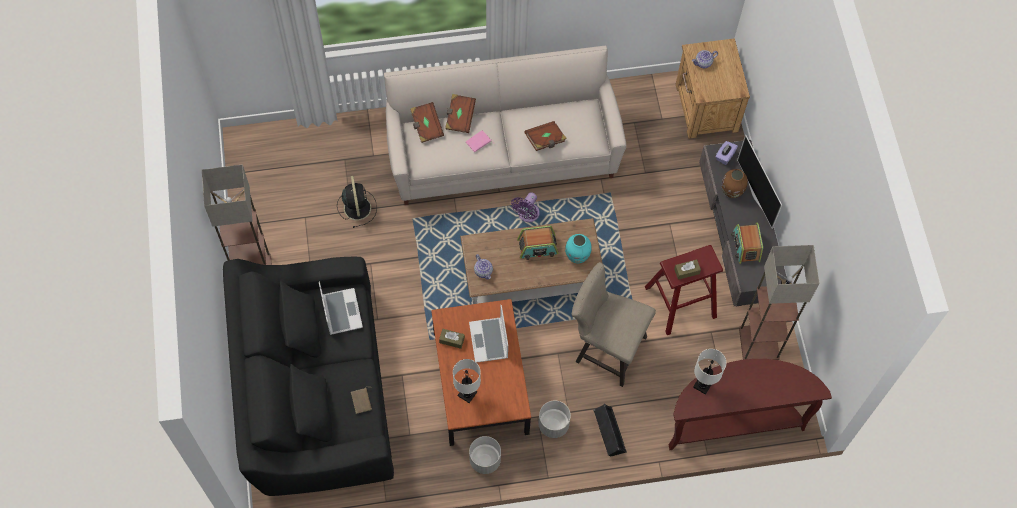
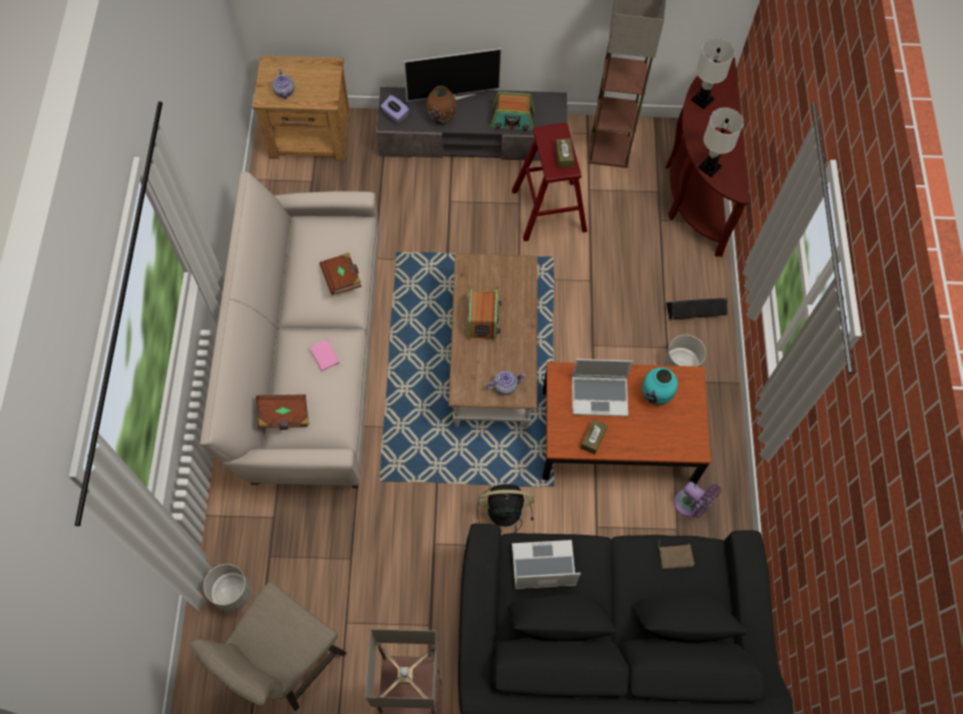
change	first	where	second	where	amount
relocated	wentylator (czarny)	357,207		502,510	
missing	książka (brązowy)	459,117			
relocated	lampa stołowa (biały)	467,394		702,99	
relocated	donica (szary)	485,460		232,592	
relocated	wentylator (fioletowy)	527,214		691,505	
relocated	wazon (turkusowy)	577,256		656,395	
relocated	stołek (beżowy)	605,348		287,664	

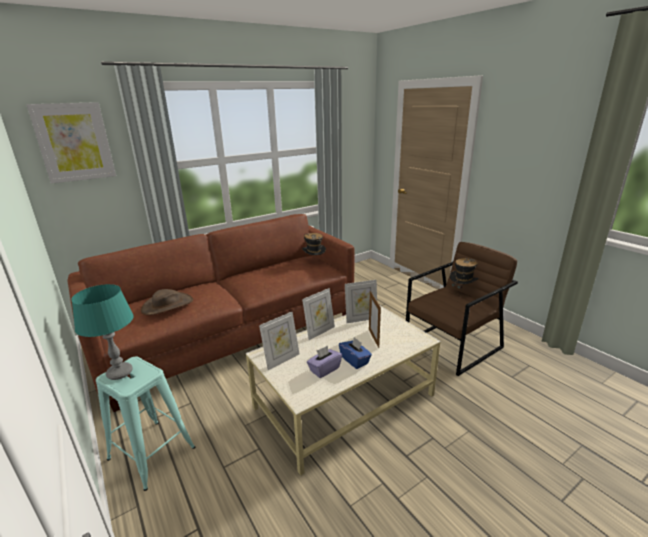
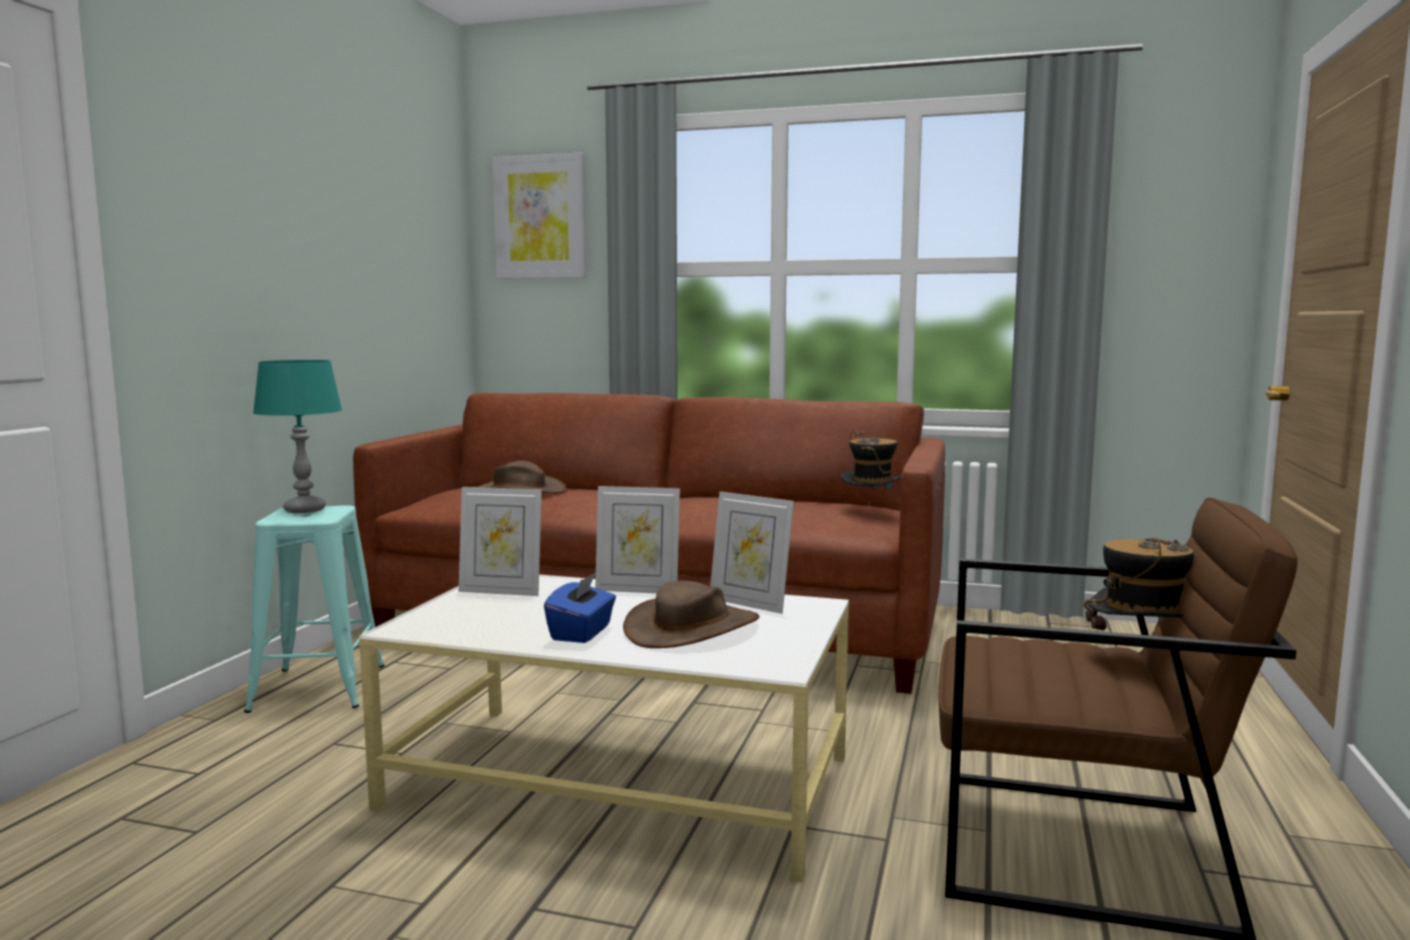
change	first	where	second	where	amount
missing	pudełko chusteczek (fioletowy)	324,369			
exchanged	ramka na zdjęcie	373,338	kapelusz (brązowy)	692,628	

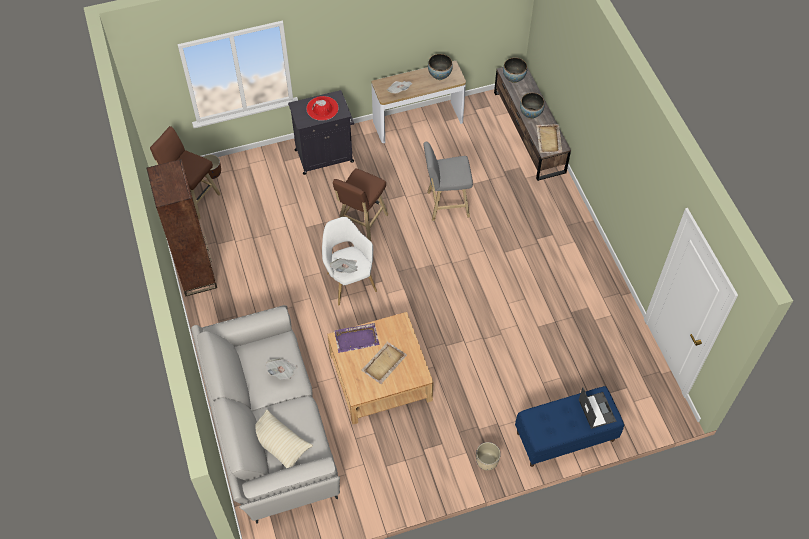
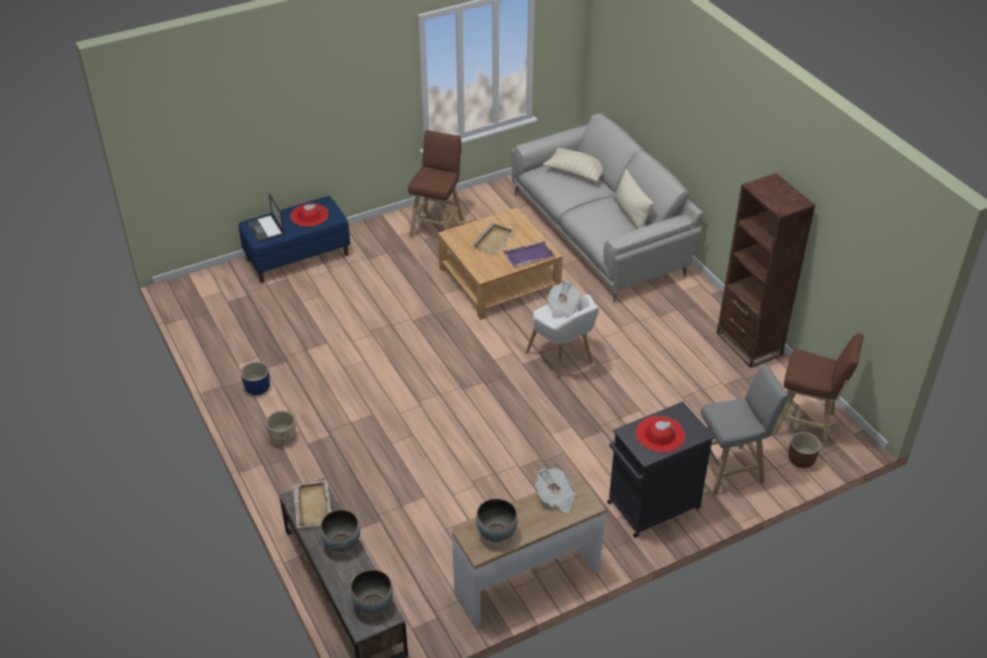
change	first	where	second	where	amount
missing	gazeta	282,372			
relocated	stołek (brązowy)	361,223		437,226	
relocated	stołek (szary)	445,204		731,470	
relocated	donica (beżowy)	486,461		283,438	
appeared			donica (niebieski)	257,388	
appeared			kapelusz (czerwony)	309,215	
appeared			poduszka (beżowy)	630,214	

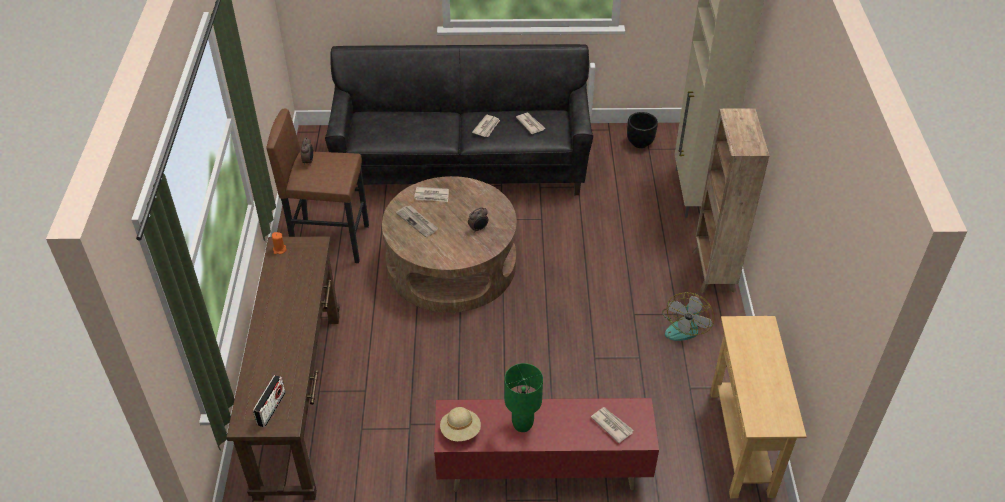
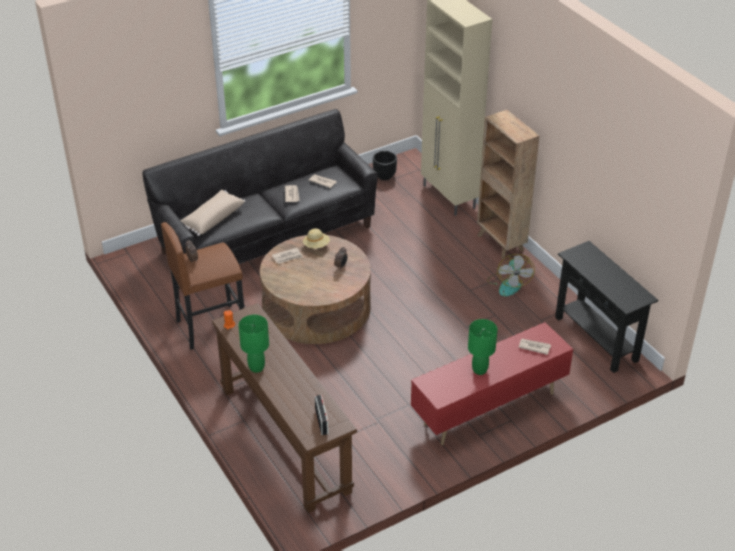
change	first	where	second	where	amount
missing	gazeta	417,222			
relocated	kapelusz (beżowy)	460,431		316,245	
colour	stolik konsolowy (beżowy)	741,442	stolik konsolowy (czarny)	596,339	
appeared			poduszka (beżowy)	212,219	
appeared			lampa stołowa (zielony)	256,367	

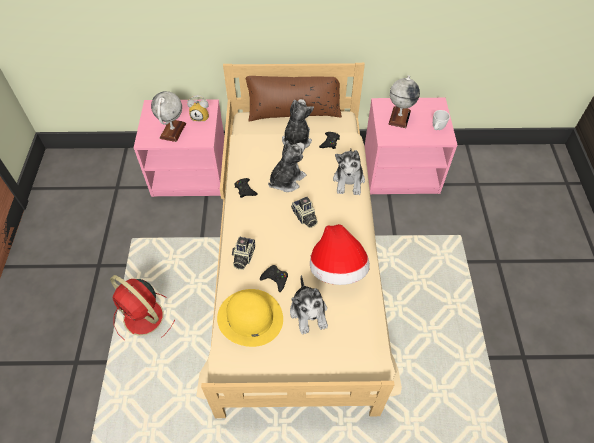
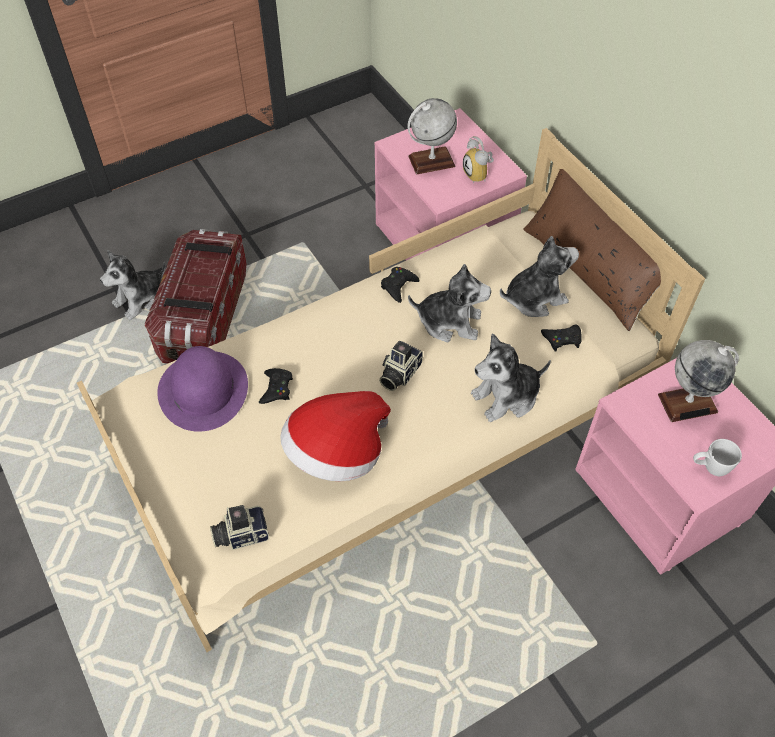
change	first	where	second	where	amount
exchanged	wentylator (czerwony)	145,318	pojemnik do przechowywania	204,317	
colour	kapelusz (żółty)	249,318	kapelusz (fioletowy)	203,389	
relocated	aparat fotograficzny	243,257		241,534	
relocated	pluszak	309,312		141,299	

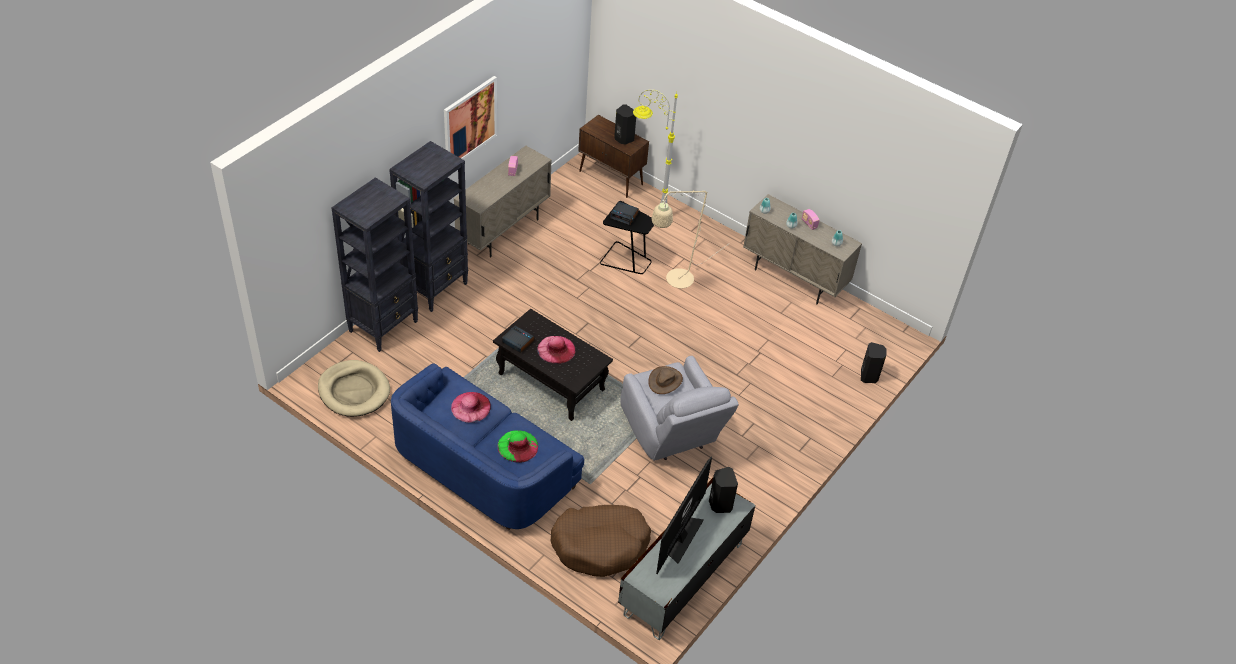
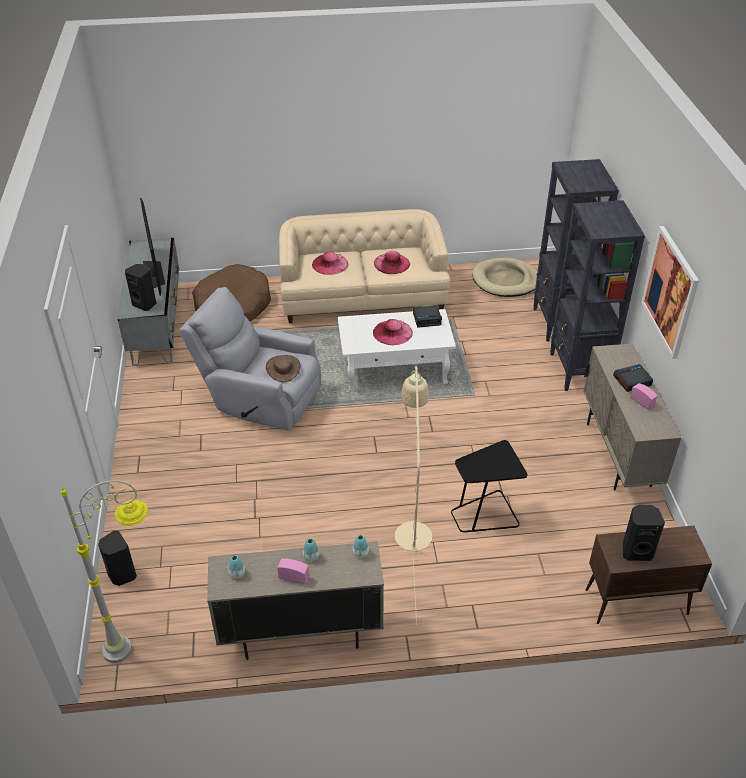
change	first	where	second	where	amount
colour	kanapa (niebieski)	483,467	kanapa (beżowy)	362,296	
colour	ława (czarny)	550,381	ława (biały)	395,370	
colour	kapelusz (zielony)	518,446	kapelusz (różowy)	330,264	
relocated	budzik	624,215		631,381	
relocated	lampa stojąca (szary)	647,213		142,642	

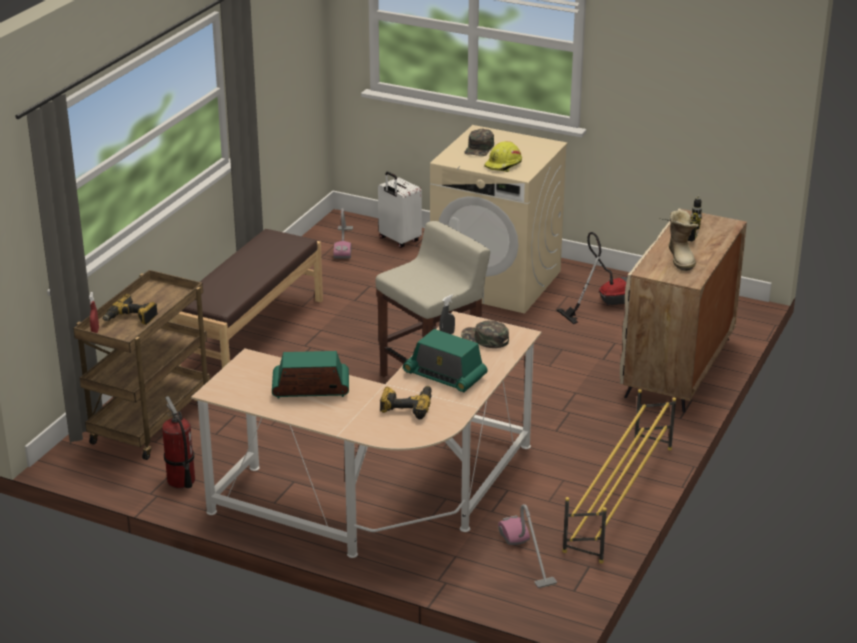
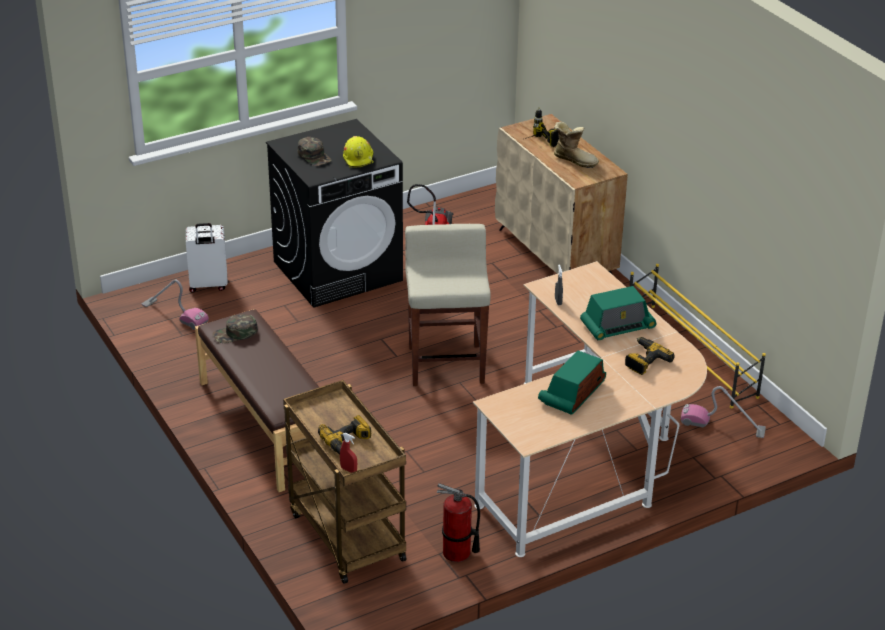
change	first	where	second	where	amount
colour	pralka (beżowy)	497,281	pralka (czarny)	338,271	
relocated	czapka z daszkiem (zielony)	484,339		235,334	

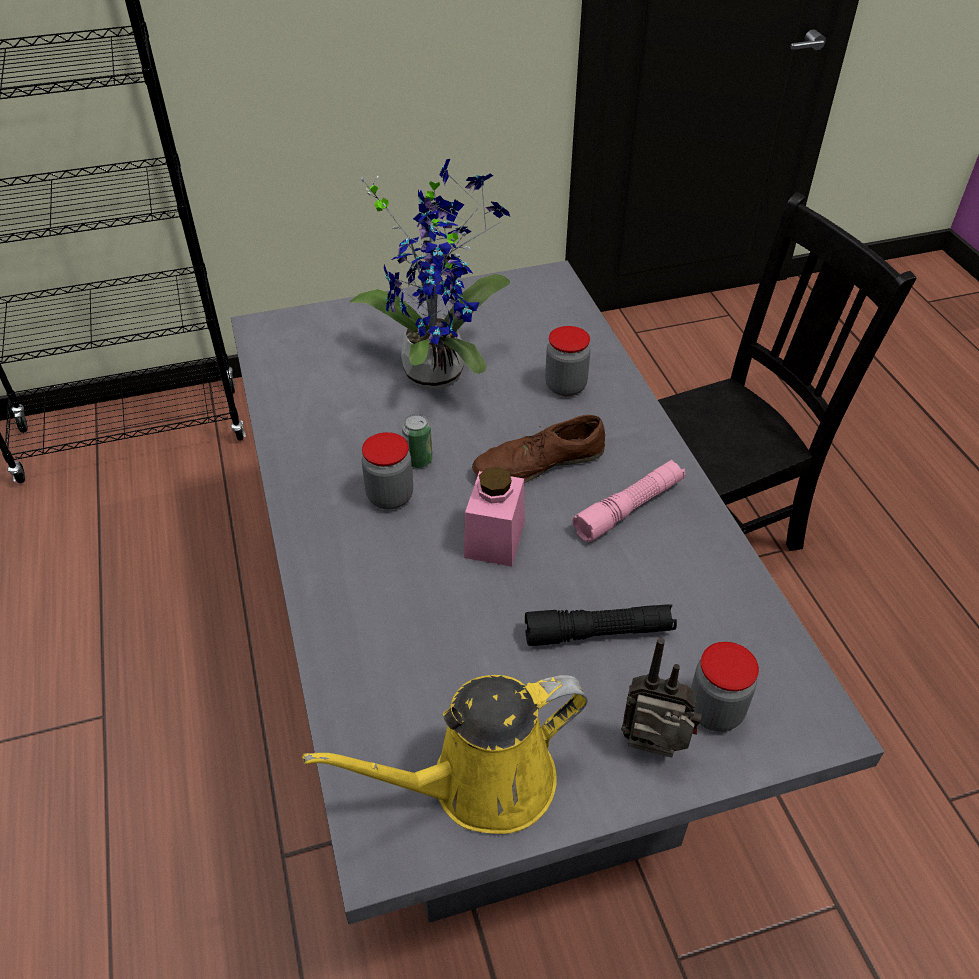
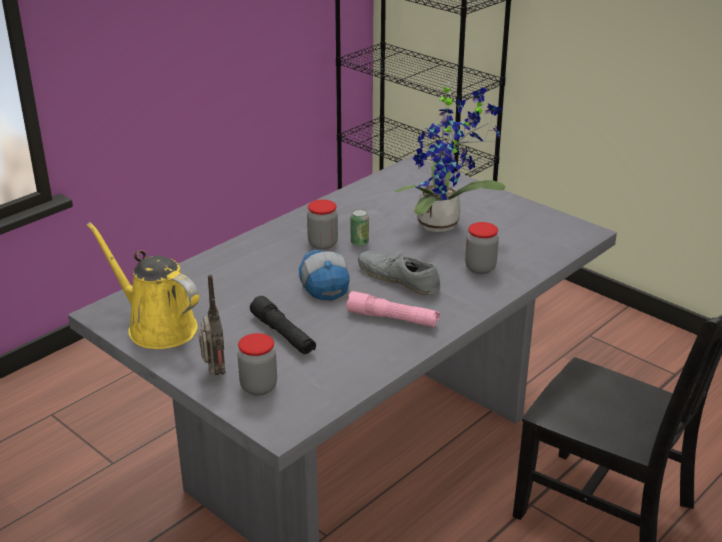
change	first	where	second	where	amount
exchanged	słoik (różowy)	494,539	czapka z daszkiem	322,283	
colour	but (brązowy)	538,463	but (szary)	398,278	

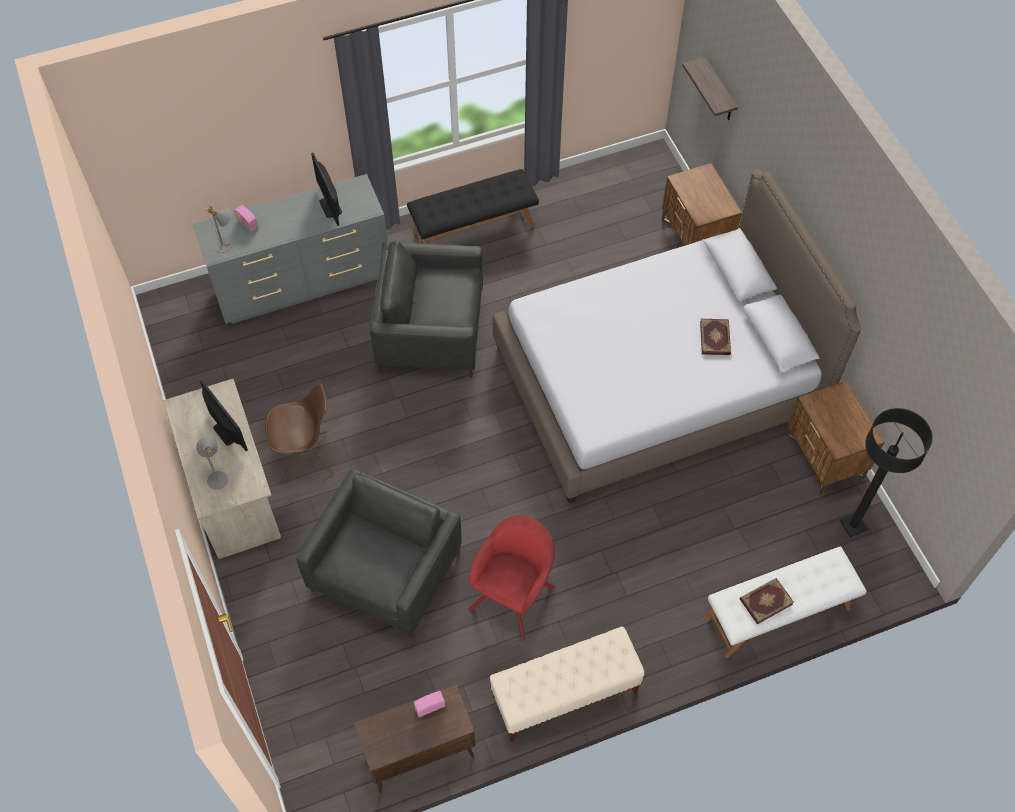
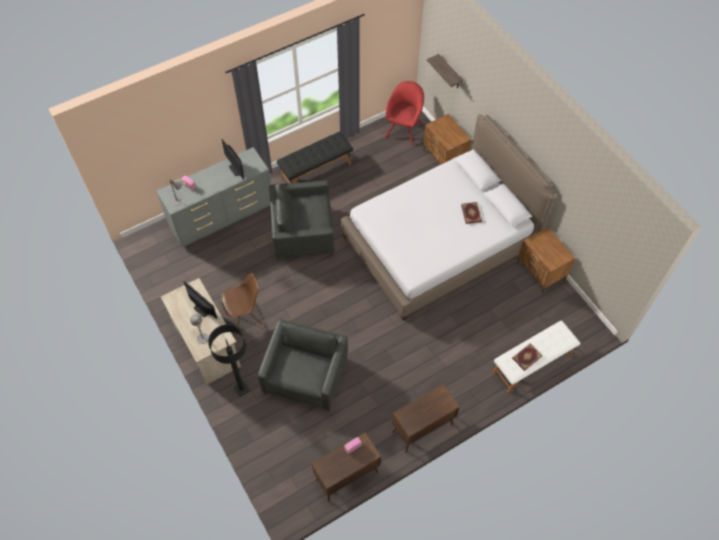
change	first	where	second	where	amount
relocated	fotel (czerwony)	514,594		404,129	
exchanged	ławka (beżowy)	564,694	szafka (brązowy)	422,429	
relocated	lampa stojąca (czarny)	853,525		241,389	

